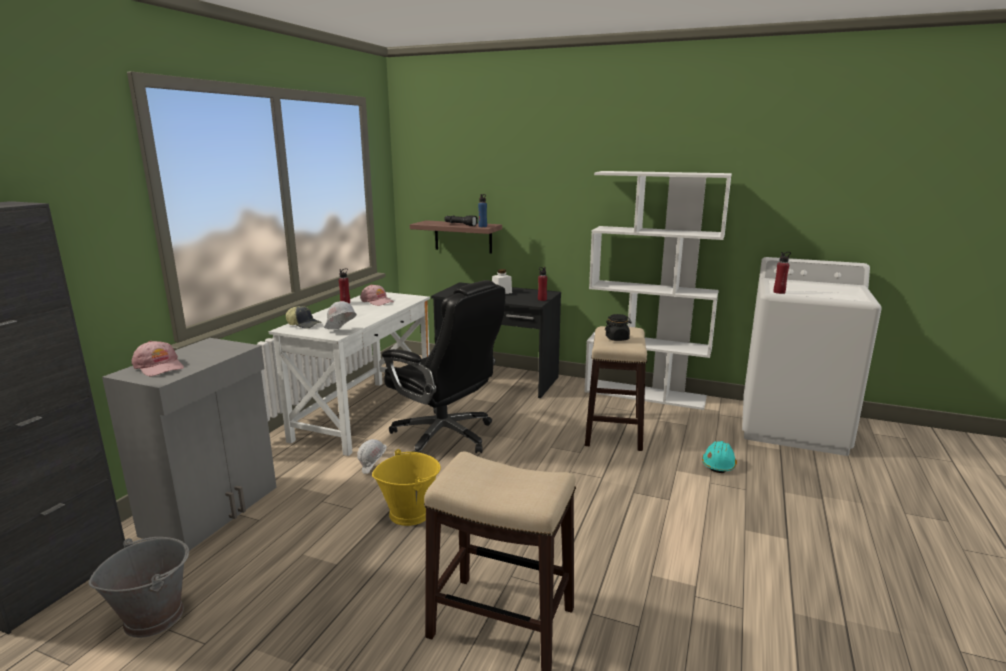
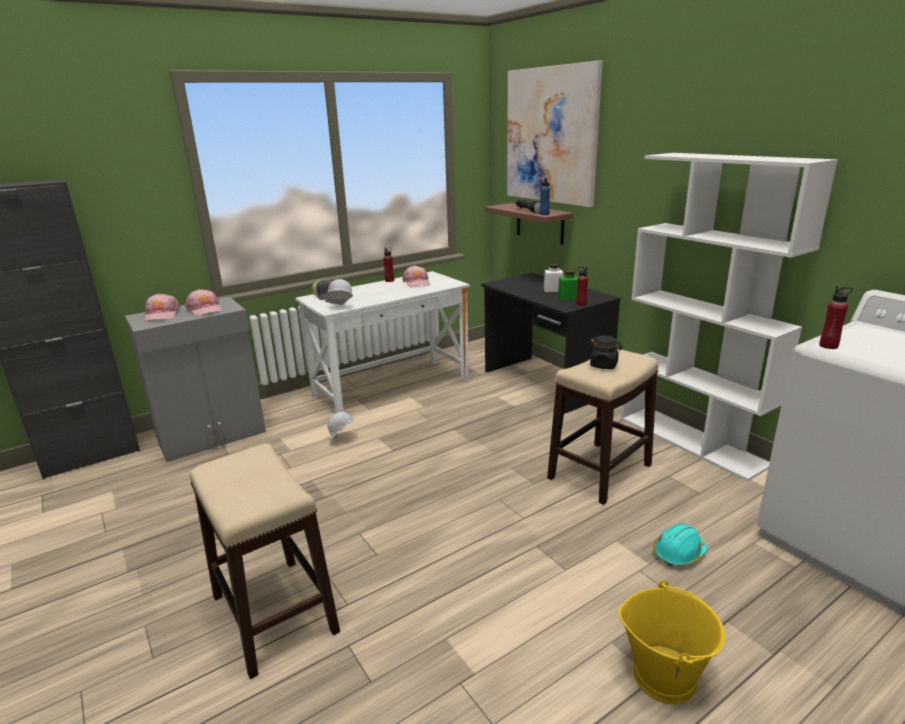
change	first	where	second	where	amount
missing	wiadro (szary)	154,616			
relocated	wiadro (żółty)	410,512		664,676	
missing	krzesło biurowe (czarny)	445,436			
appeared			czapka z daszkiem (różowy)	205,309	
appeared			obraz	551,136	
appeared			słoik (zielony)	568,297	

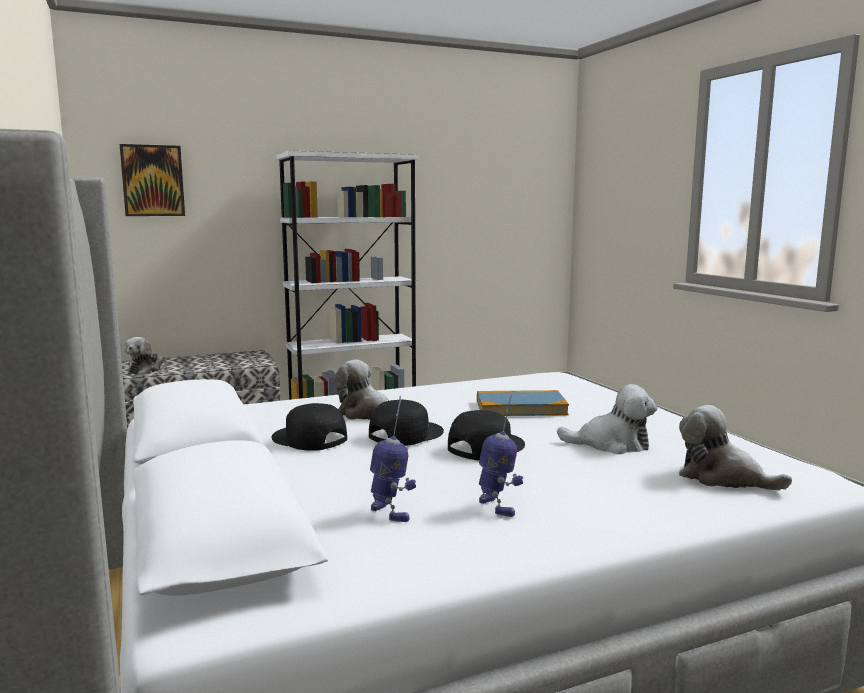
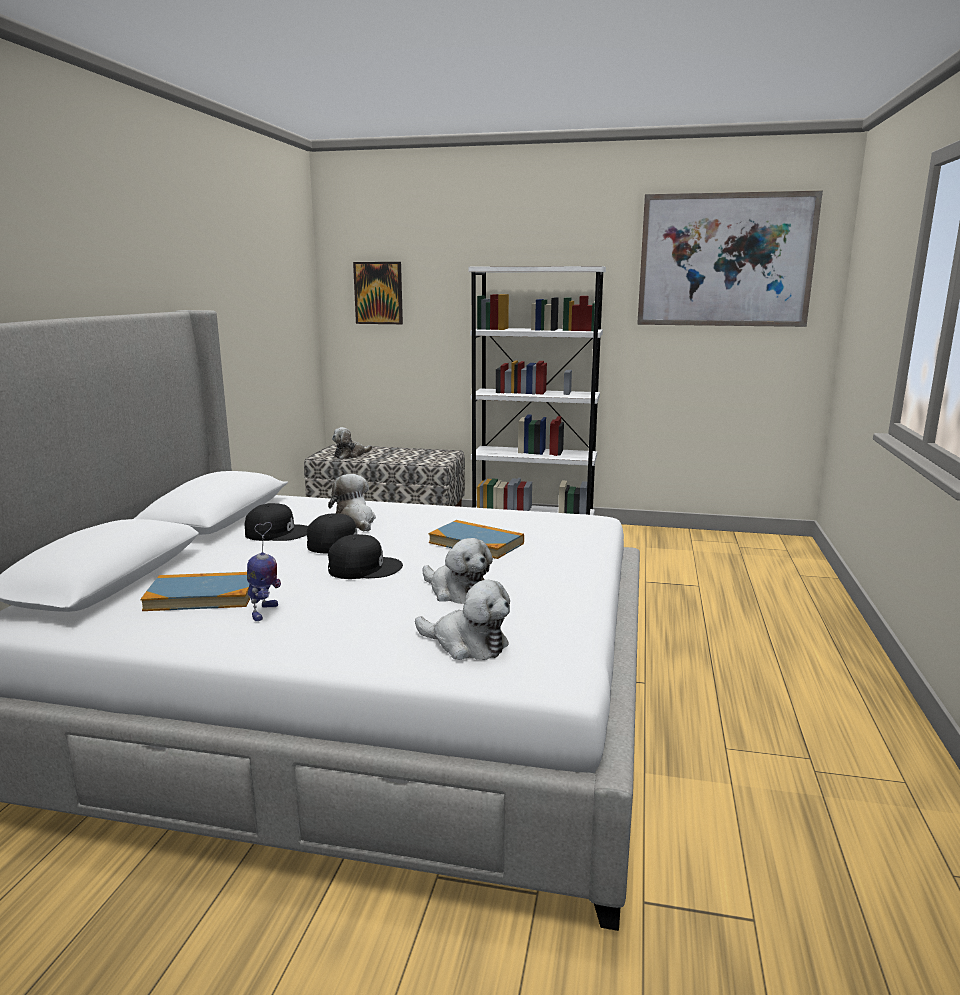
change	first	where	second	where	amount
spun	czapka z daszkiem (czarny)	308,439		277,532	105 degrees clockwise
exchanged	robot zabawkowy	390,513	książka	202,596	
spun	pluszak	722,478		467,644	135 degrees clockwise
appeared			obraz	725,260	

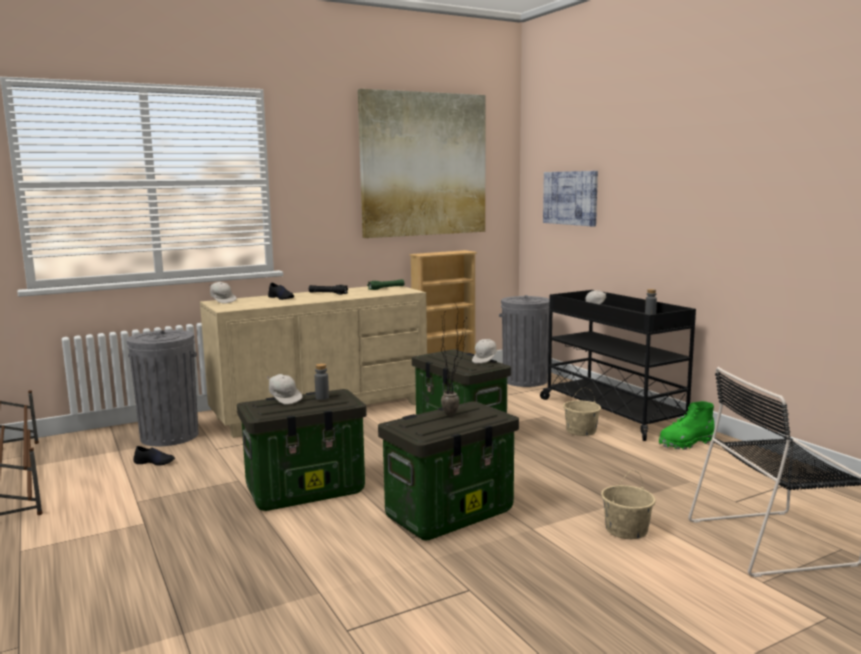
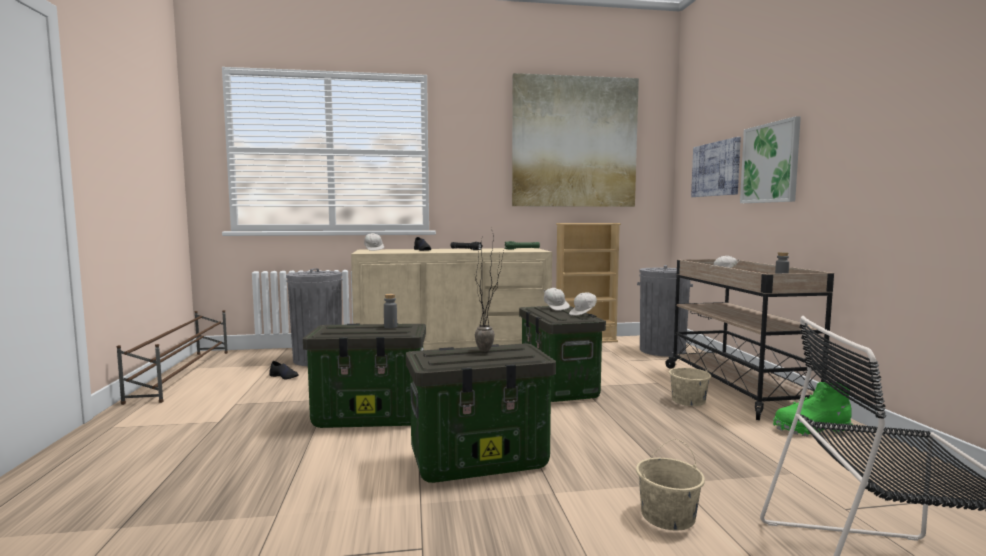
change	first	where	second	where	amount
relocated	czapka z daszkiem (biały)	284,399		555,307	
colour	wózek (czarny)	611,412	wózek (beżowy)	736,388	
appeared			obraz	770,163	

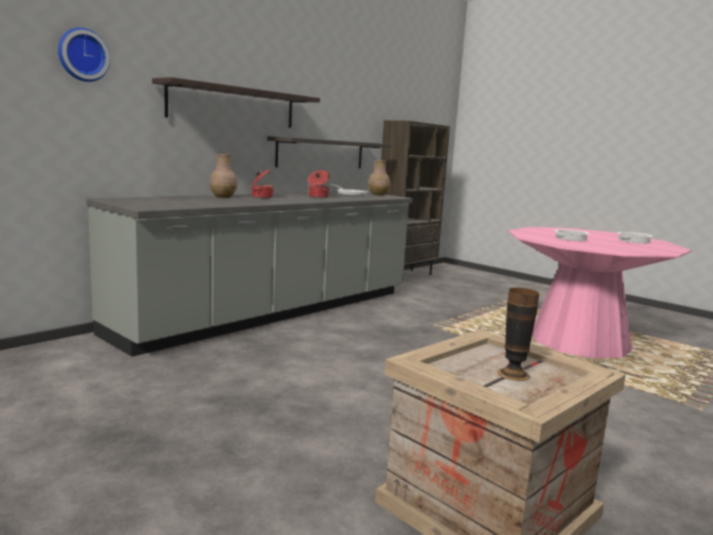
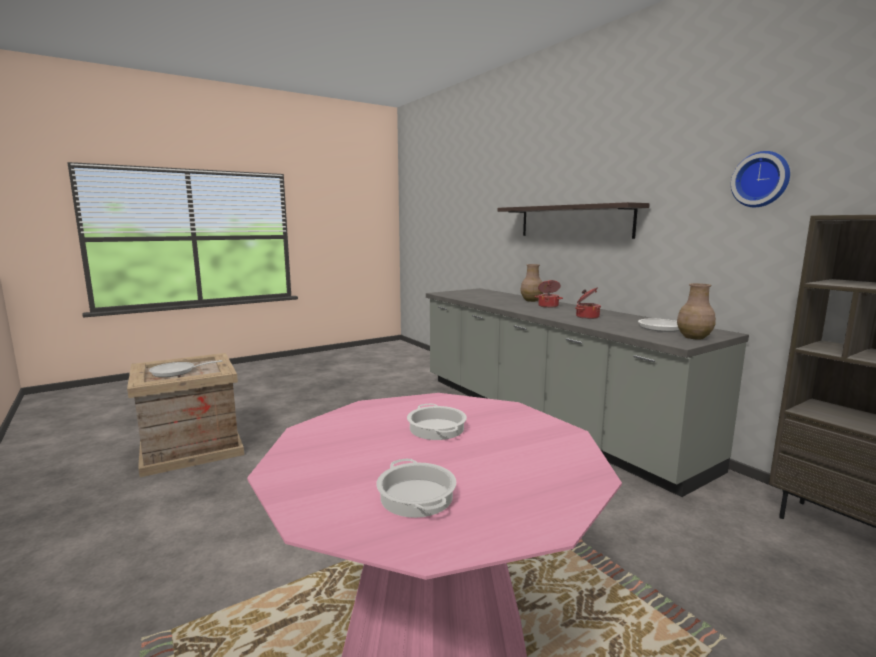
change	first	where	second	where	amount
relocated	zegar ścienny	82,55		761,179	
missing	półka	321,153			
exchanged	wazon	513,374	patelnia	177,372	

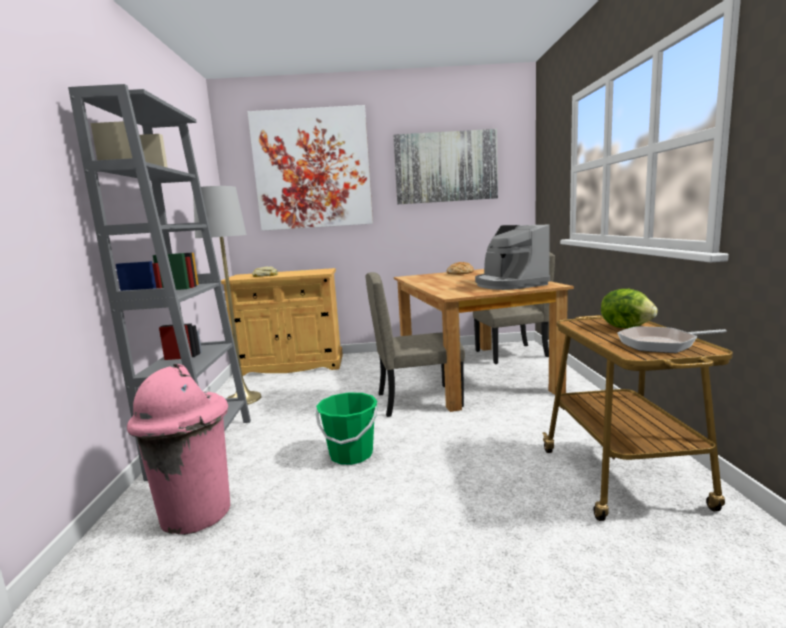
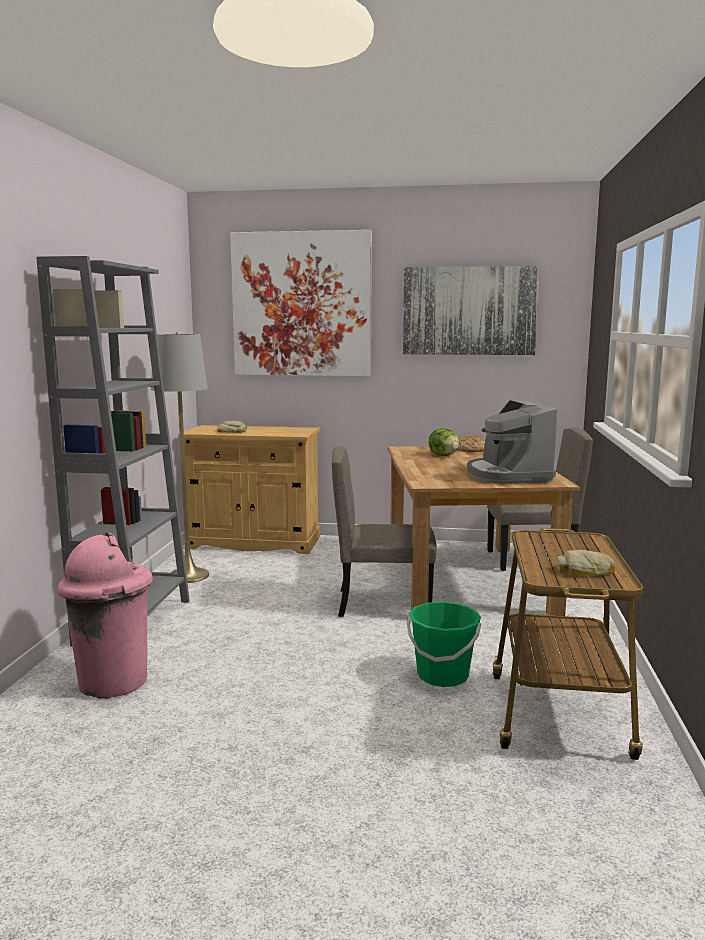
change	first	where	second	where	amount
relocated	wiadro (zielony)	351,454		442,675	
relocated	sałata	626,327		444,456	
exchanged	patelnia	661,344	chleb	585,571	

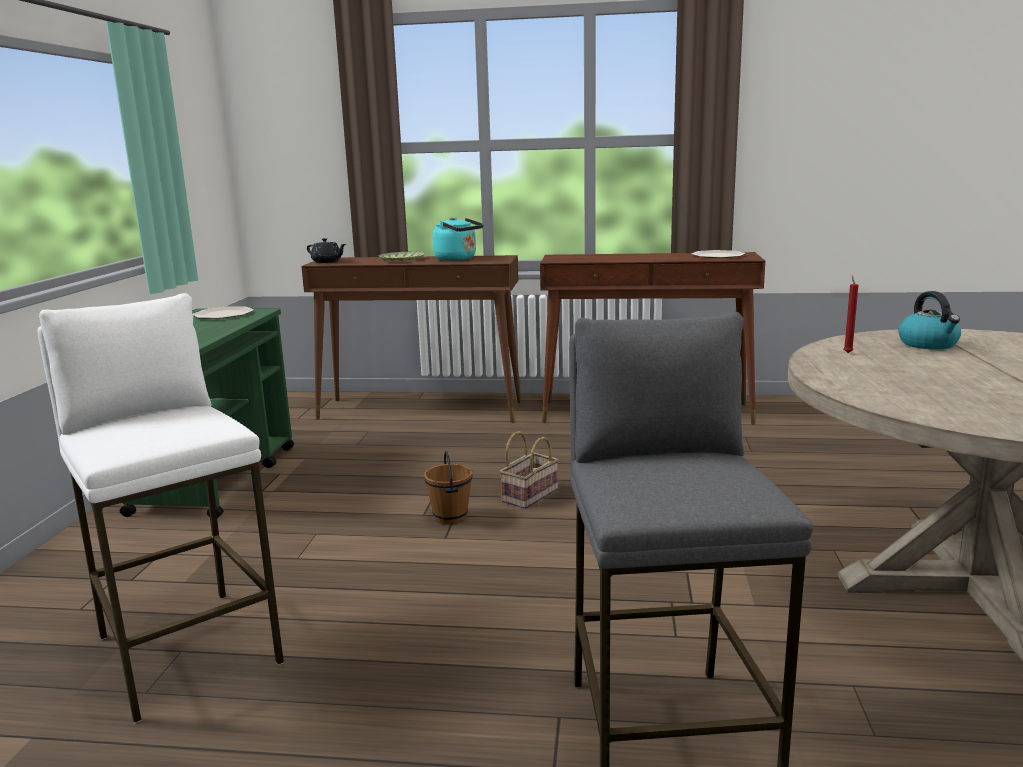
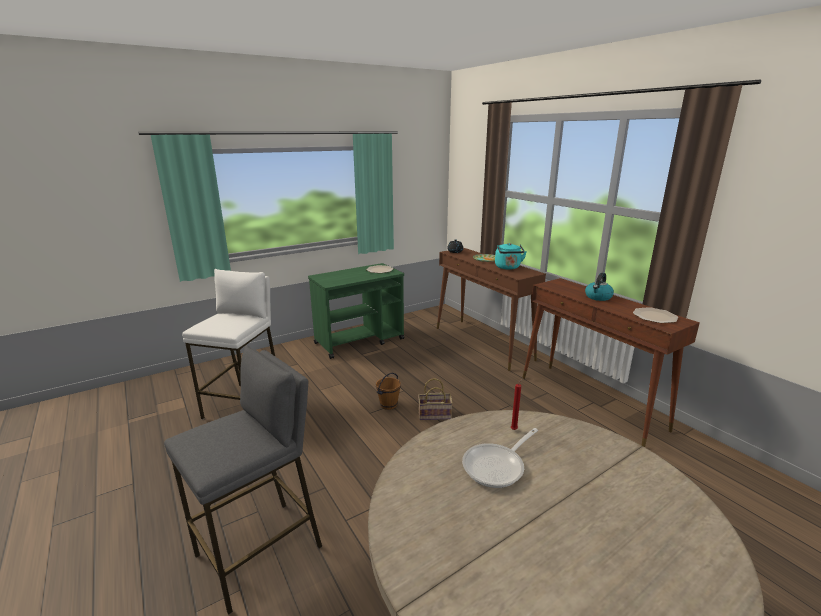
change	first	where	second	where	amount
relocated	czajnik	929,344		598,297	
appeared			patelnia	497,466	

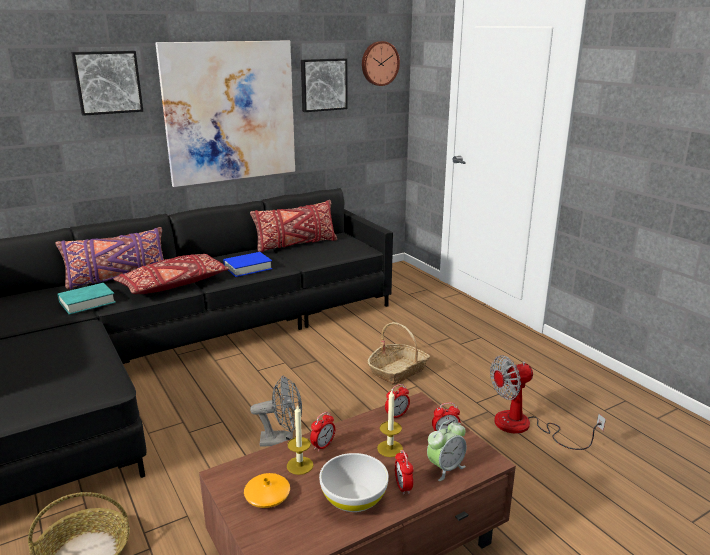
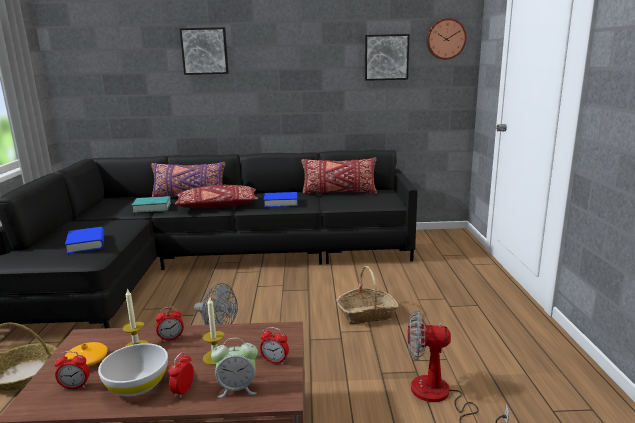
change	first	where	second	where	amount
missing	obraz	230,112			
relocated	budzik	397,415		75,386	
appeared			książka (niebieski)	86,244	

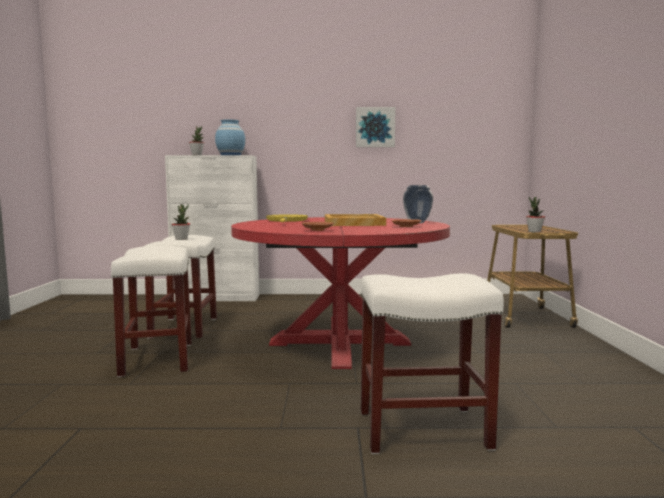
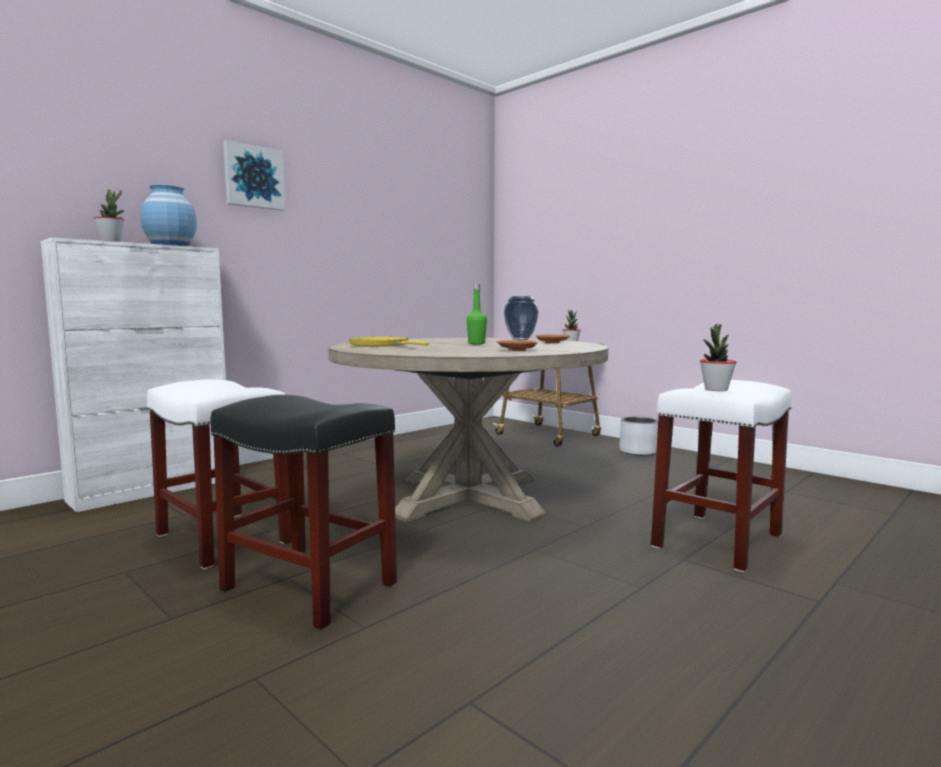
change	first	where	second	where	amount
colour	stołek (biały)	157,359	stołek (czarny)	307,586	
relocated	roślina doniczkowa	181,239		716,389	
colour	stół jadalny (czerwony)	340,342	stół jadalny (beżowy)	468,497	
exchanged	taca (beżowy)	353,223	butelka (zielony)	476,343	
relocated	obraz	375,127		253,177	
appeared			donica (szary)	638,452	

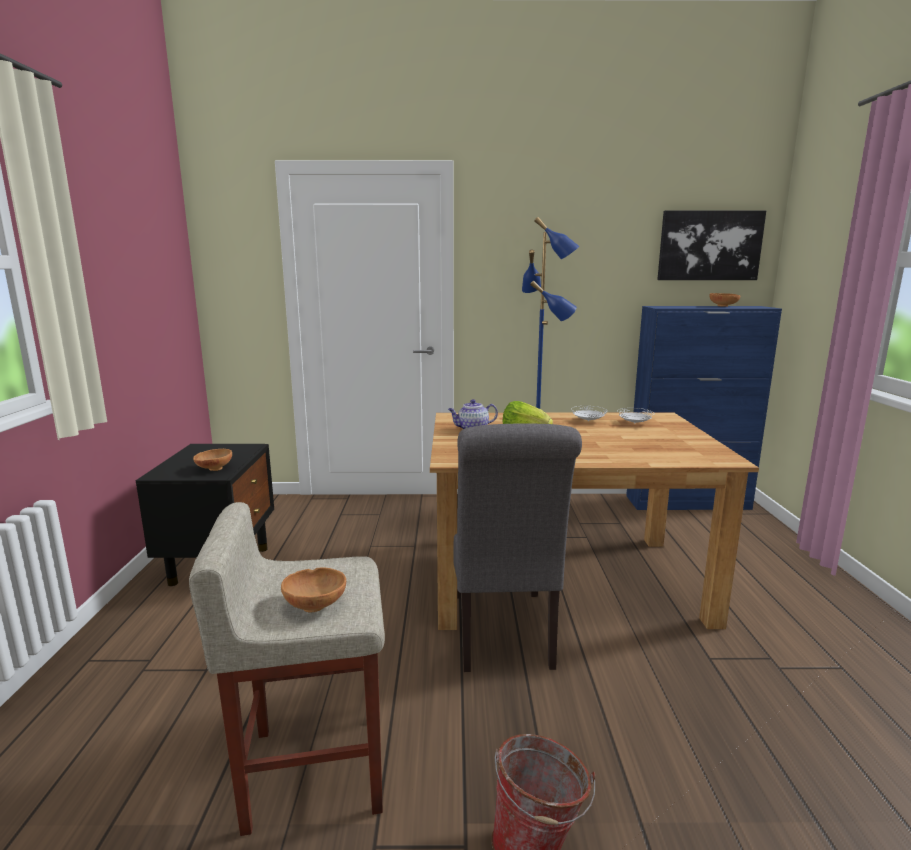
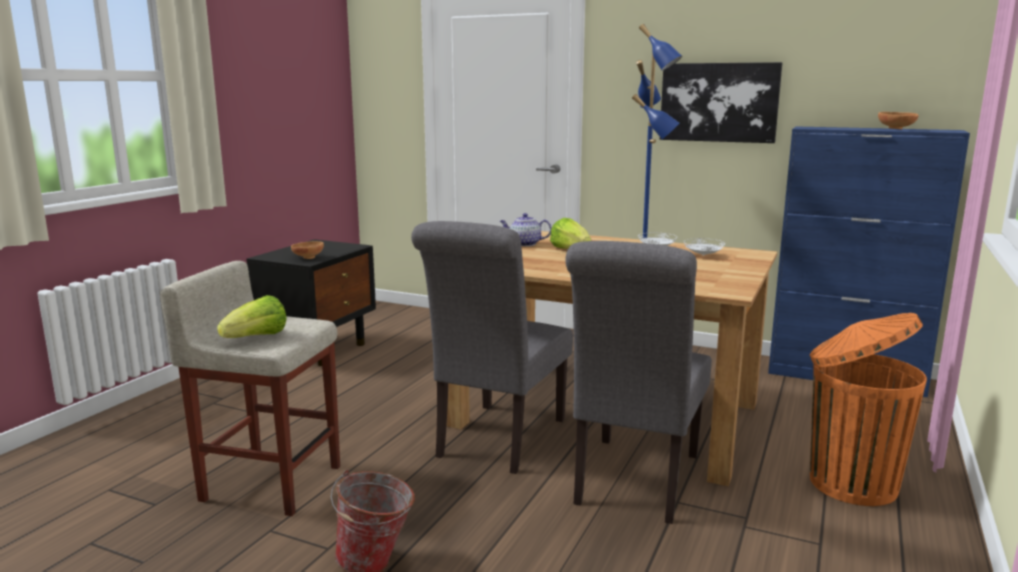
change	first	where	second	where	amount
exchanged	miska (brązowy)	316,605	sałata	257,338	
relocated	obraz	709,246		719,102	
appeared			krzesło (szary)	634,483	
appeared			kosz na śmieci (pomarańczowy)	849,483	

